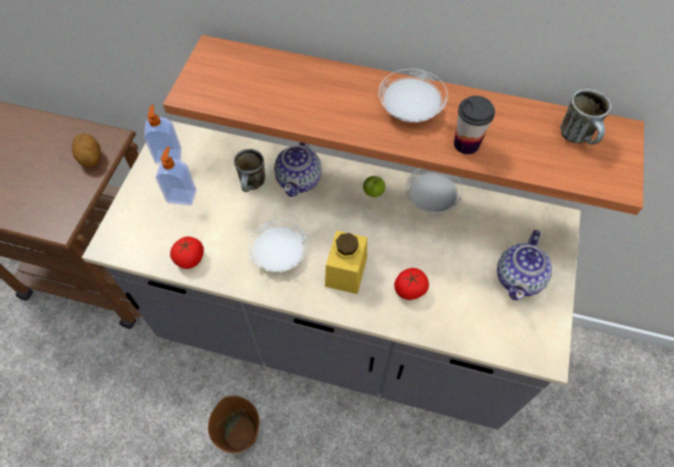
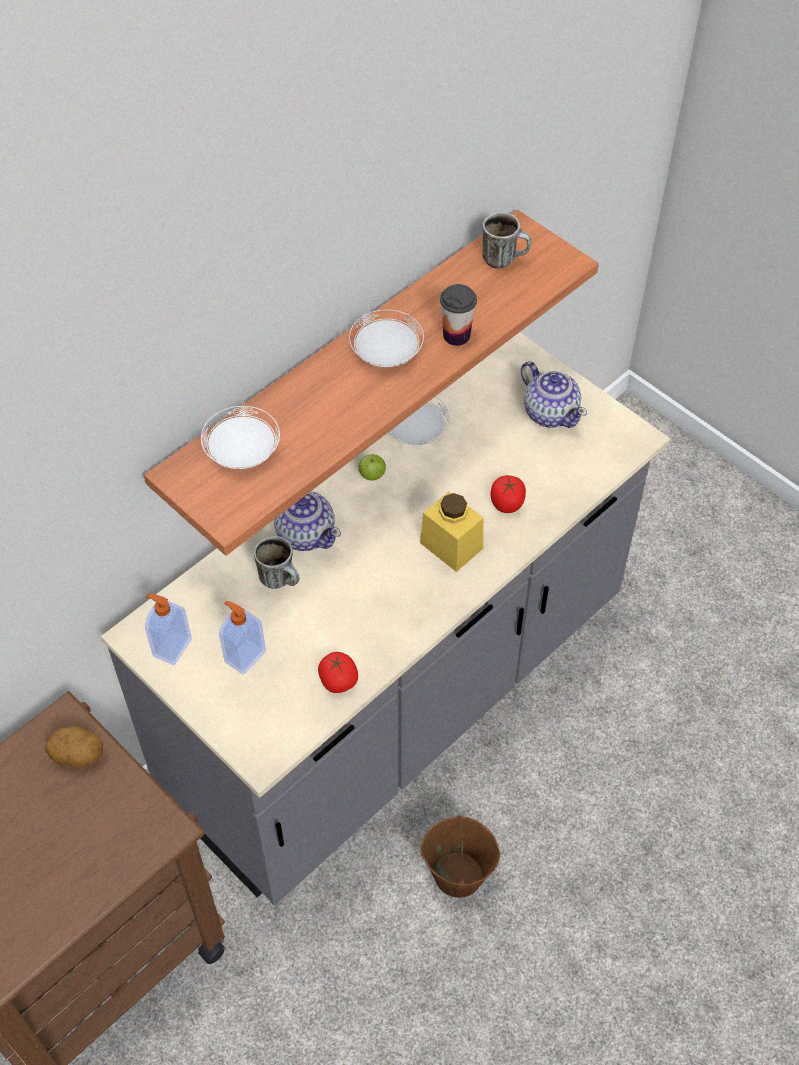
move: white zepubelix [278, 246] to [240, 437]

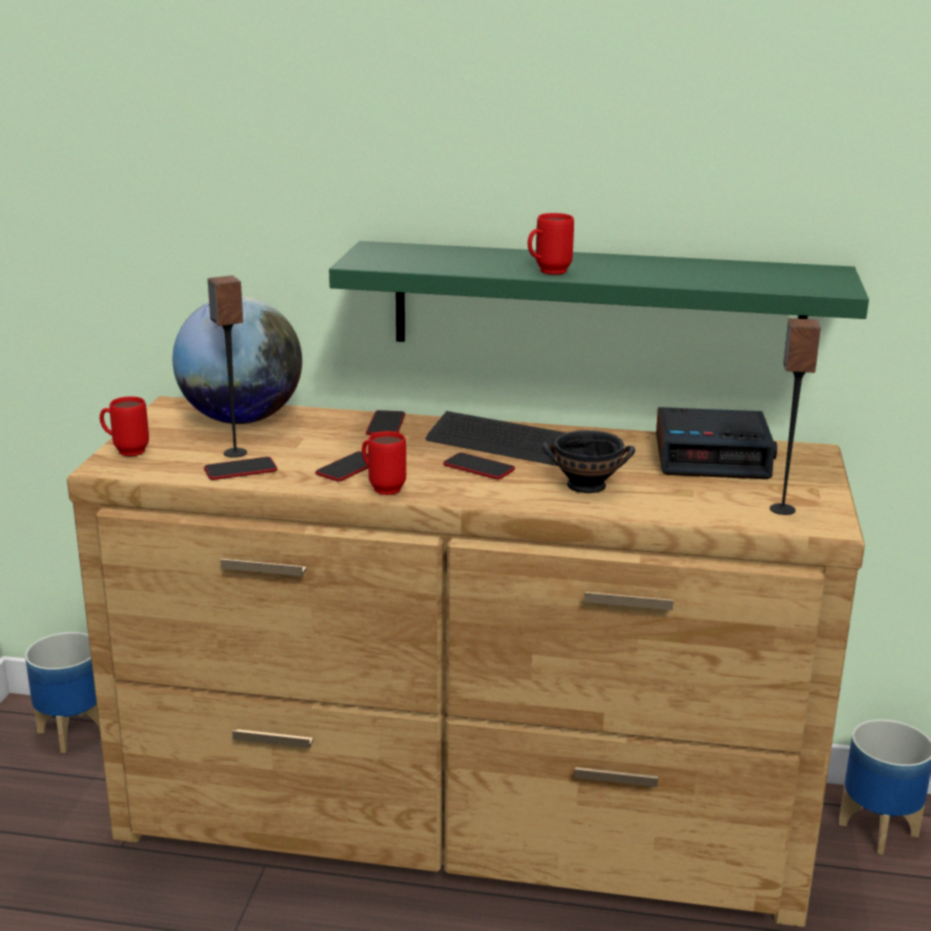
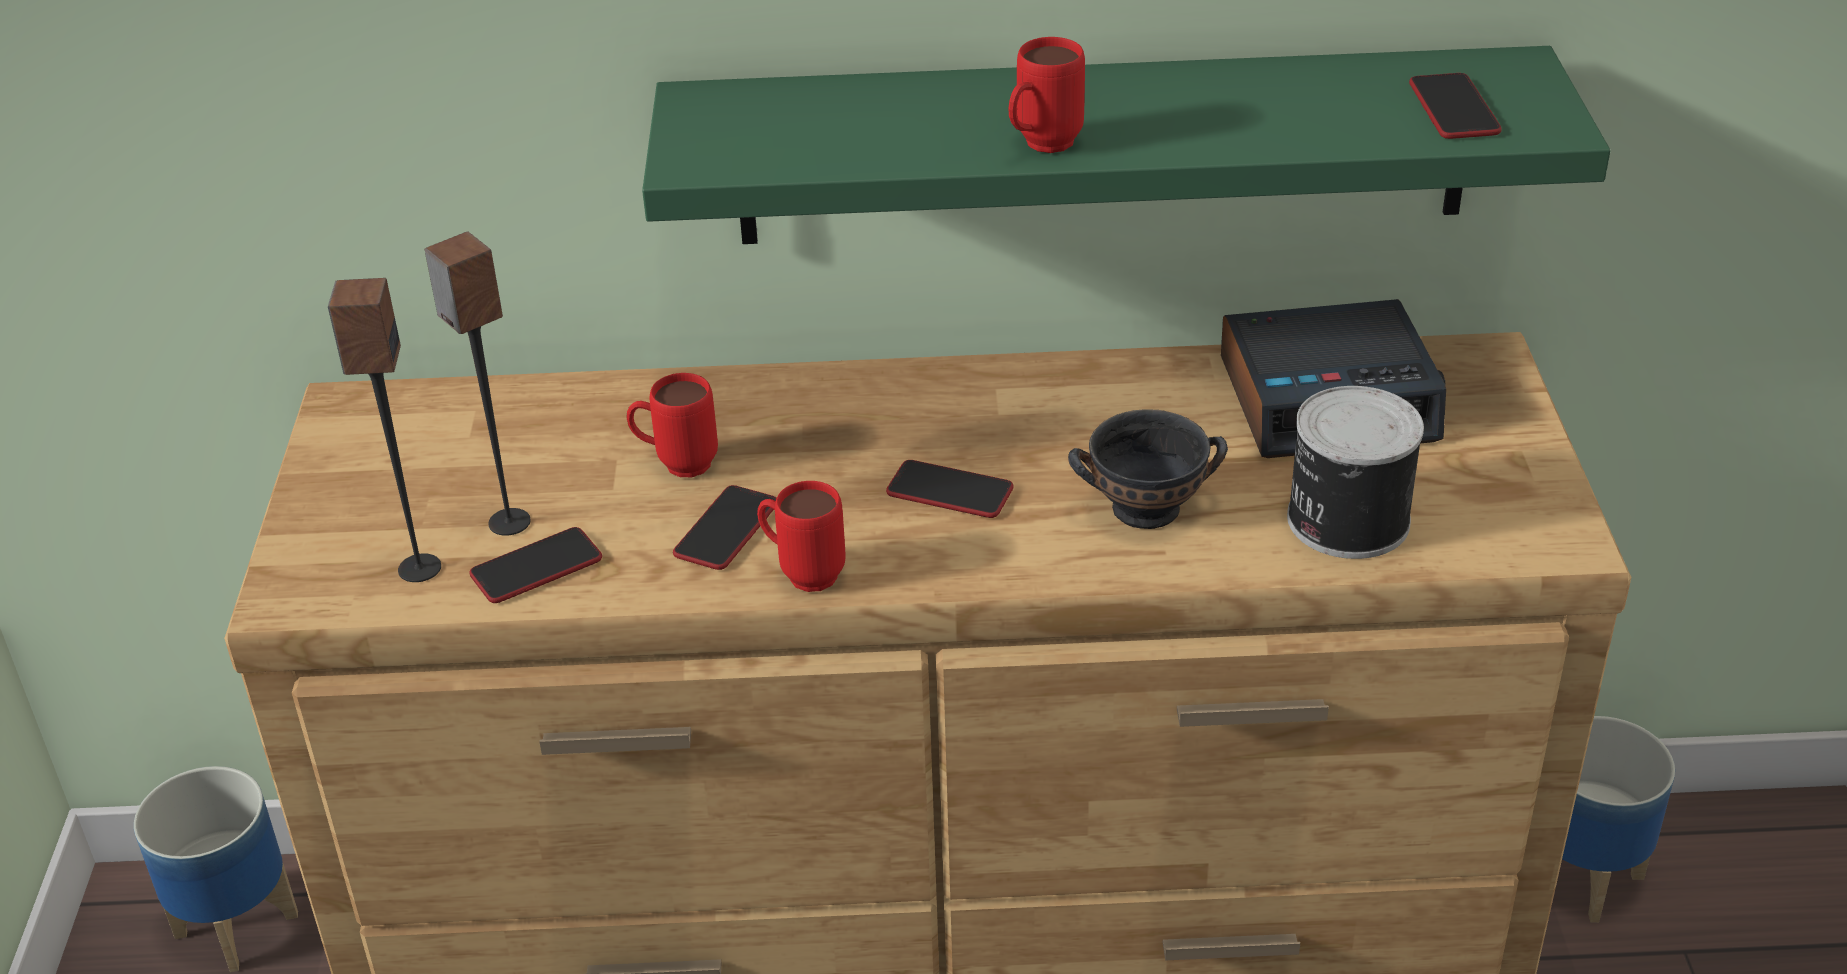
delete: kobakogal [237, 360]; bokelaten [496, 438]
insert: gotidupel [1355, 472]
move: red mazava [124, 426] to [672, 425]; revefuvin [385, 422] to [1455, 106]; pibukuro [795, 416] to [384, 430]

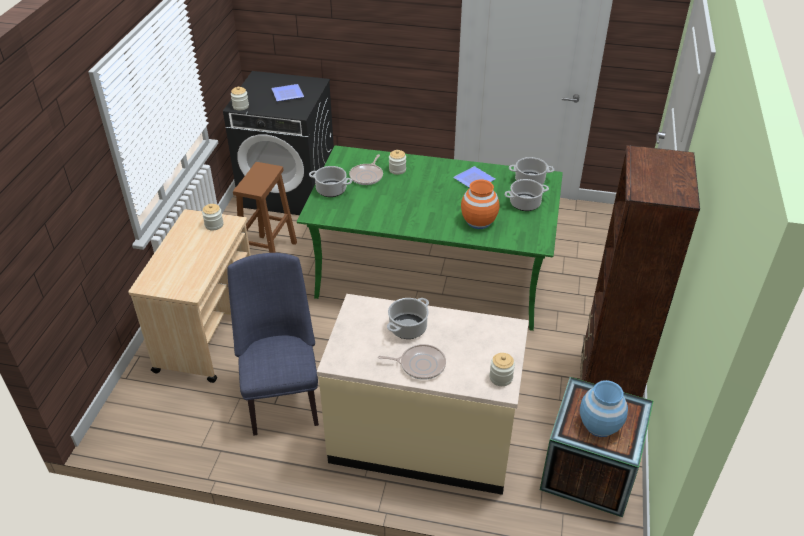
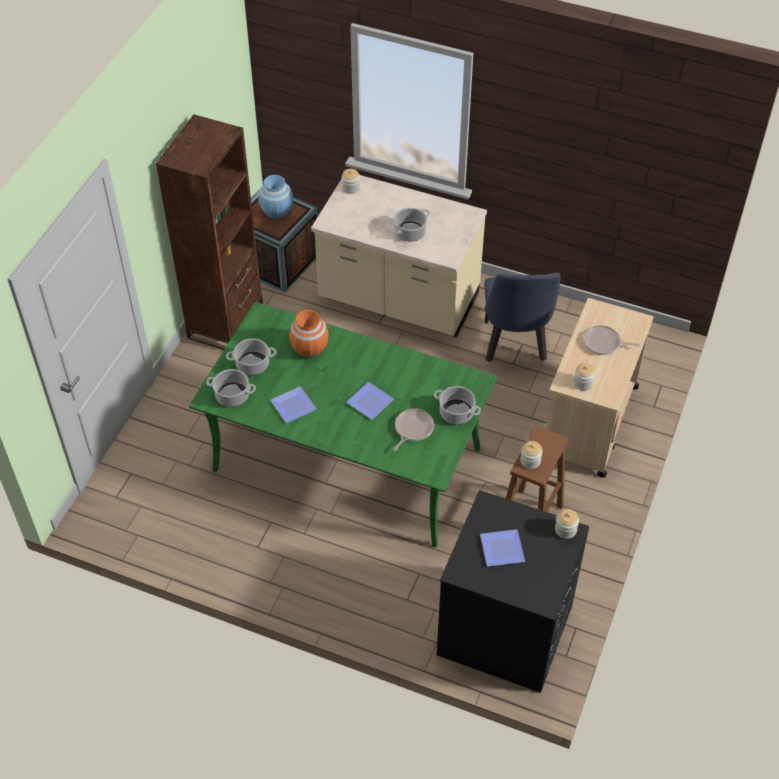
insert: zepubelix [370, 401]
move: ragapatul [412, 362] to [611, 340]; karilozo [397, 162] to [531, 455]

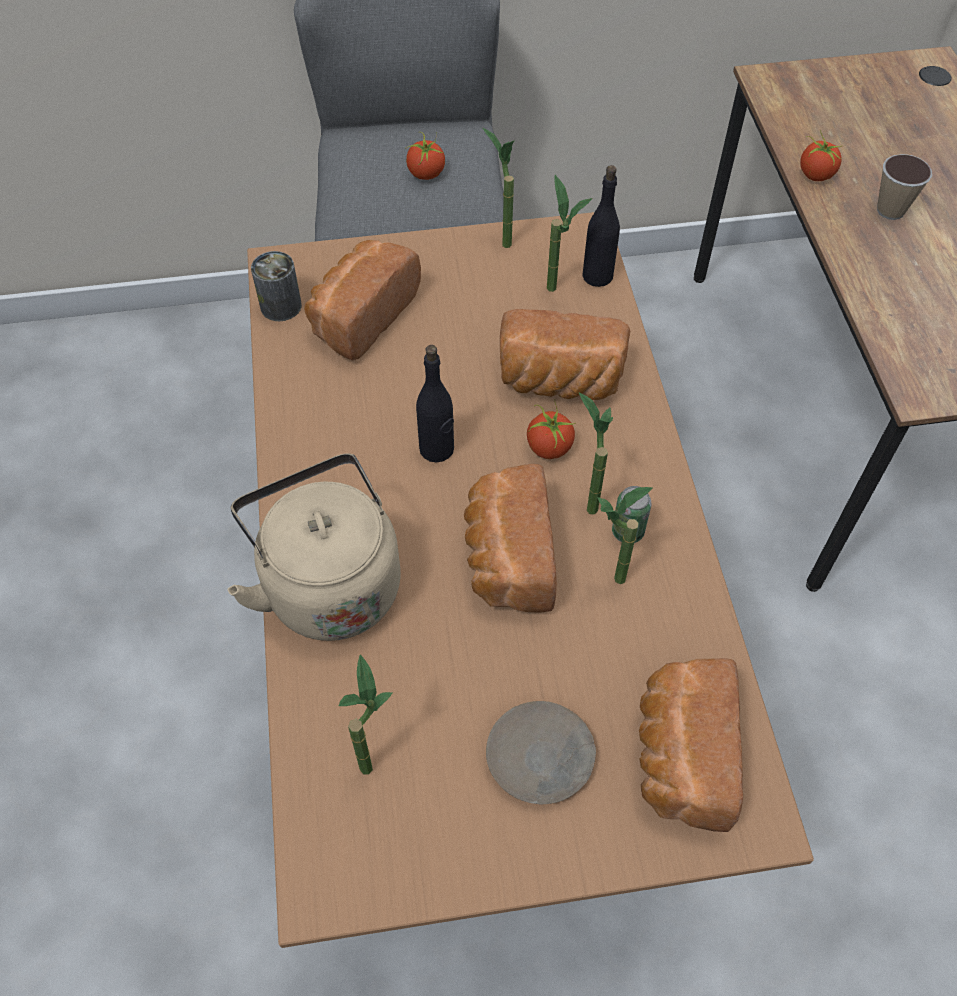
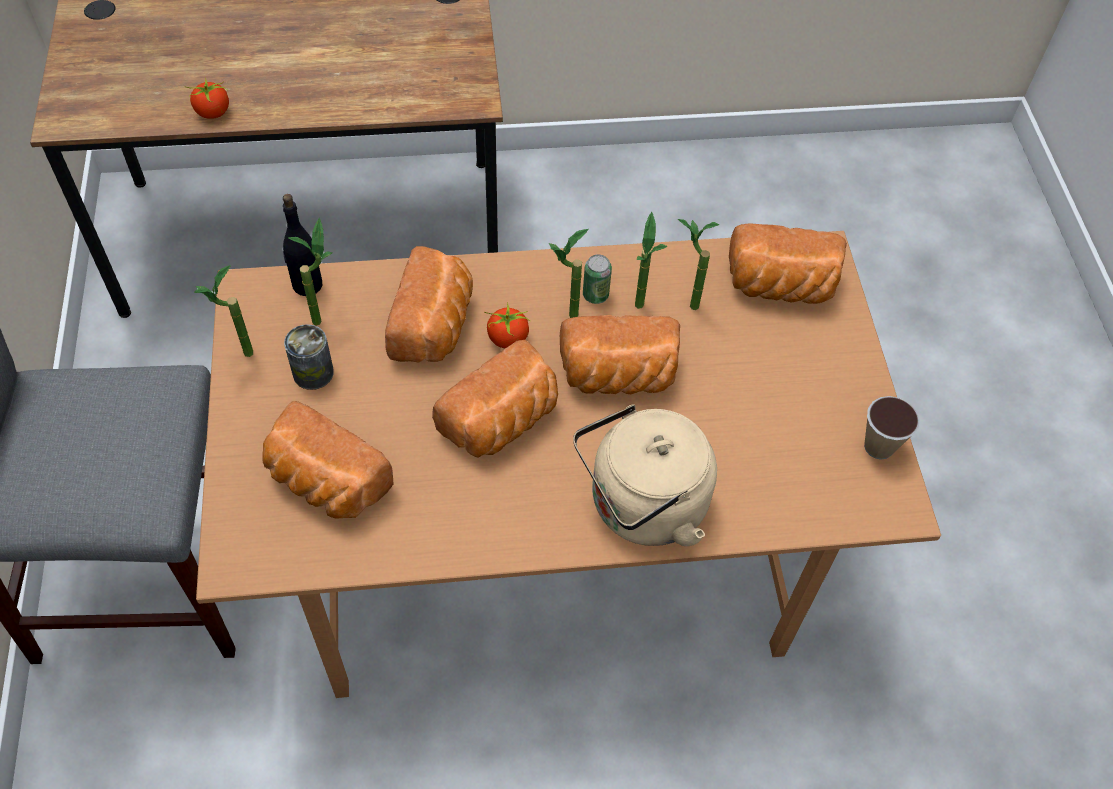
delete: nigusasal [425, 156]; beige zepubelix [541, 752]
move: gotidupel [276, 286] to [309, 357]; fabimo [365, 714] to [699, 264]; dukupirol [904, 187] to [891, 428]
replace: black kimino [435, 404] to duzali [495, 399]

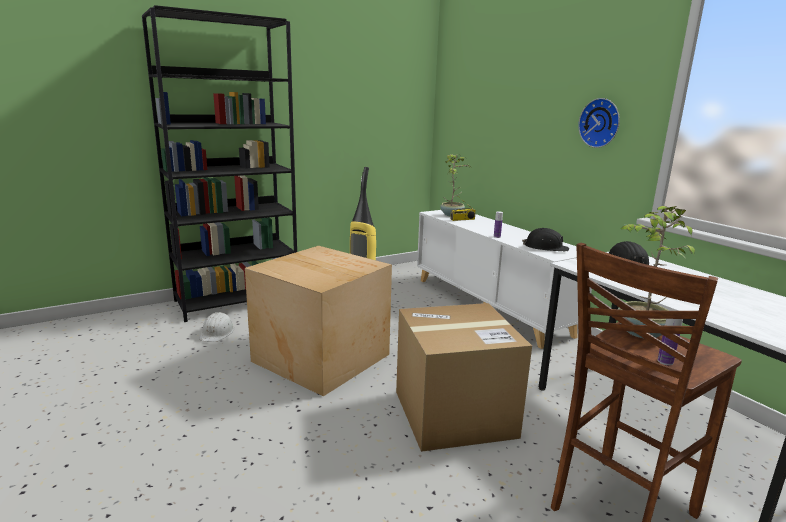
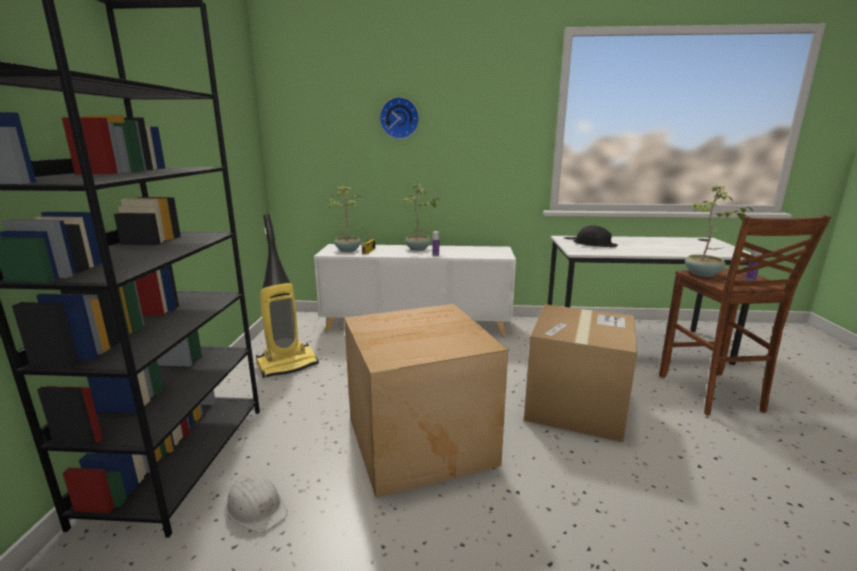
delete: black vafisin [545, 240]
insert: fabimo [420, 217]
move: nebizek [599, 123] to [399, 118]

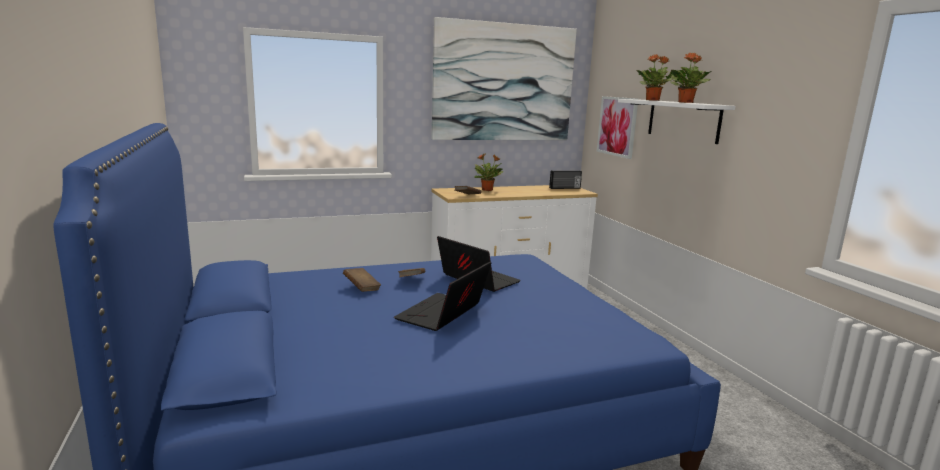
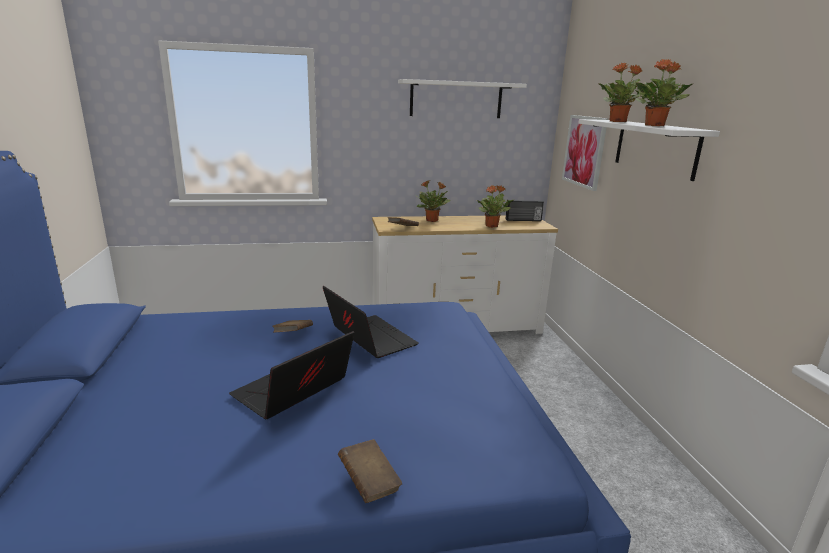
insert: fabimo [495, 206]
move: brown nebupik [362, 280] to [370, 471]
replace: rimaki [504, 78] to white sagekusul [462, 98]

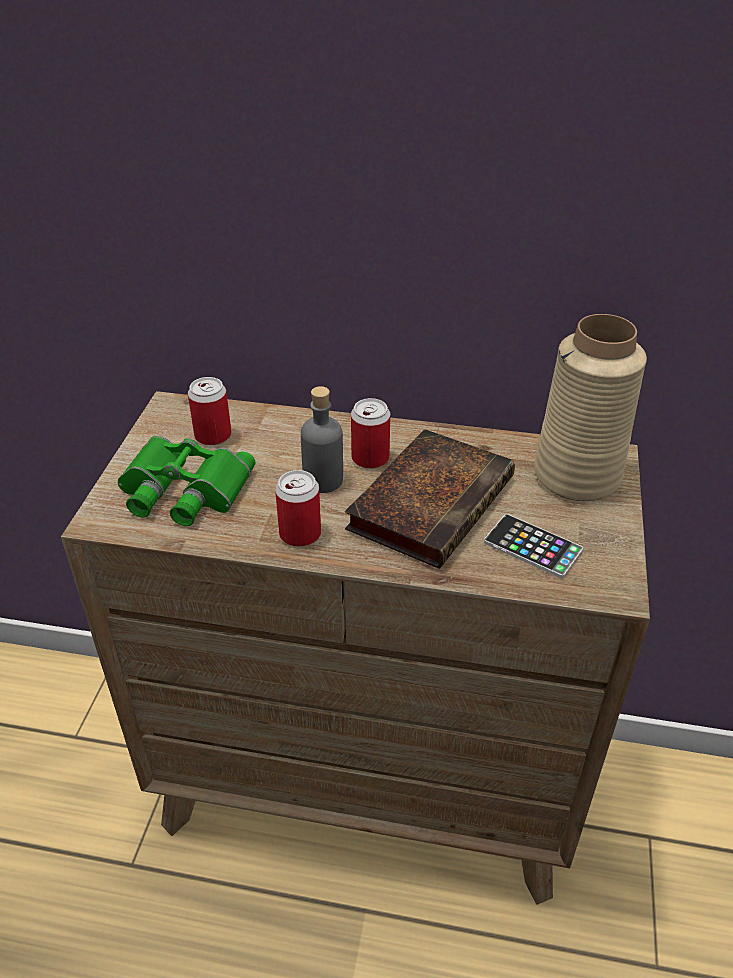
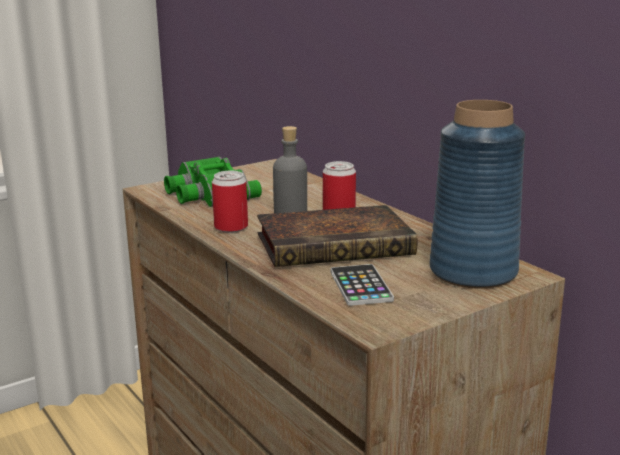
delete: gotidupel [209, 411]
recolor: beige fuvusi [590, 407] to blue fuvusi [477, 194]

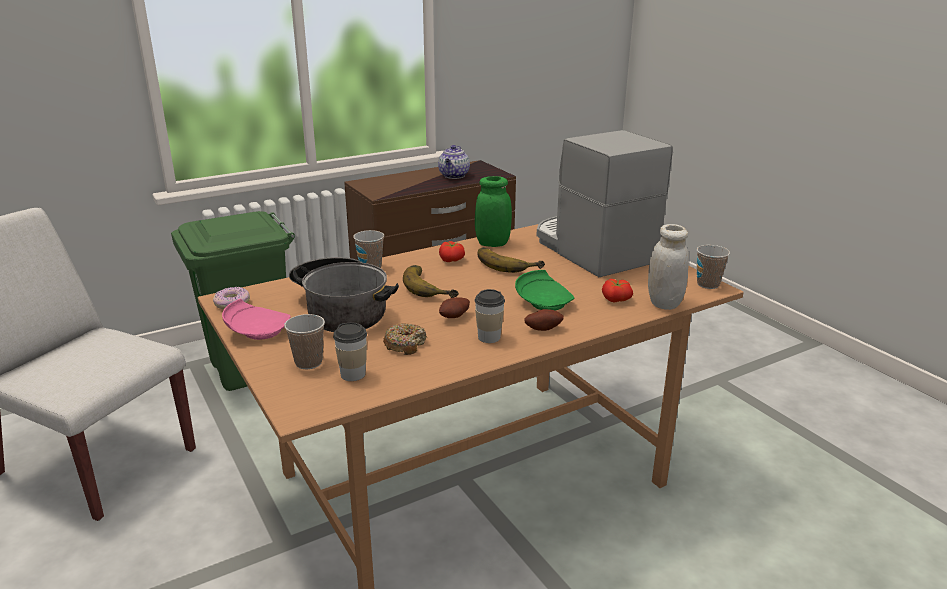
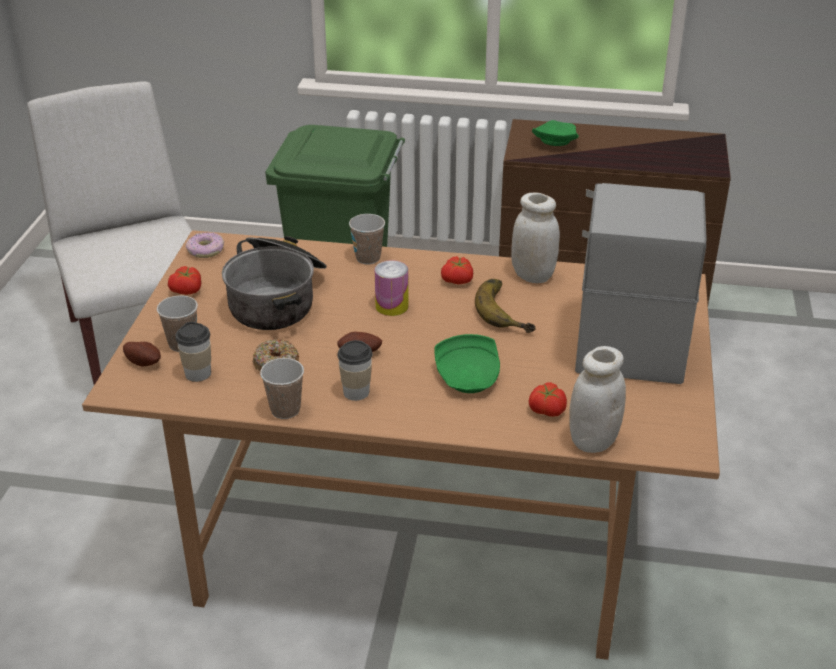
delete: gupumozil [454, 162]
insert: green zepubelix [555, 133]
move: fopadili [544, 320] to [142, 354]; dukupirol [713, 267] to [282, 388]
replace: pink zepubelix [256, 319] to nigusasal [184, 280]; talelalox [431, 281] to gotidupel [392, 288]
recolor: green karilozo [493, 211] to white karilozo [535, 238]

